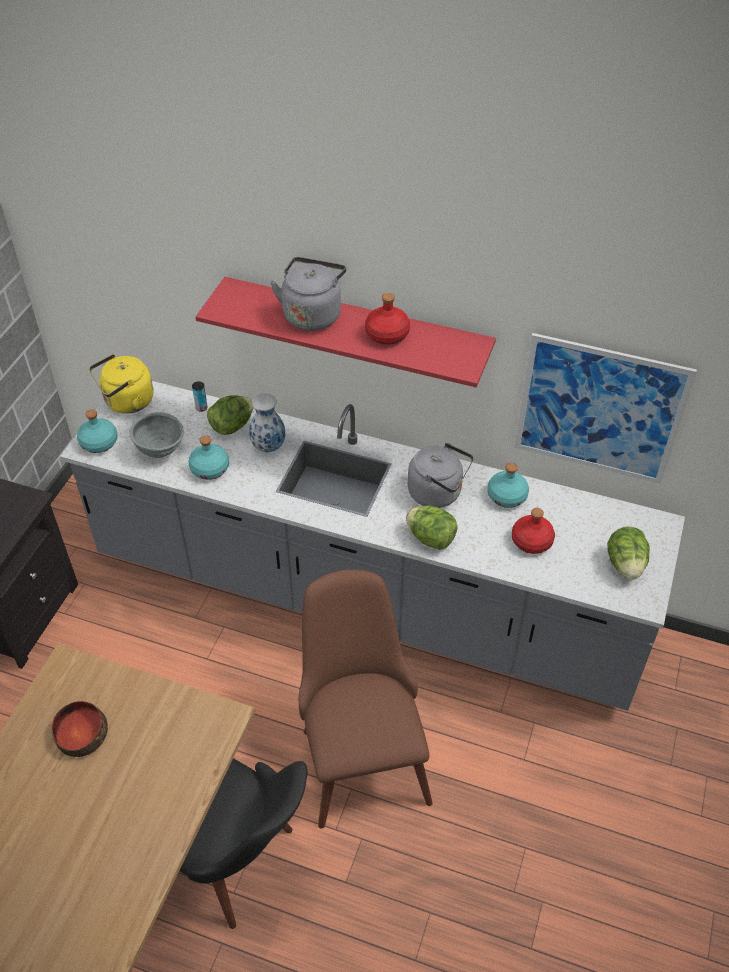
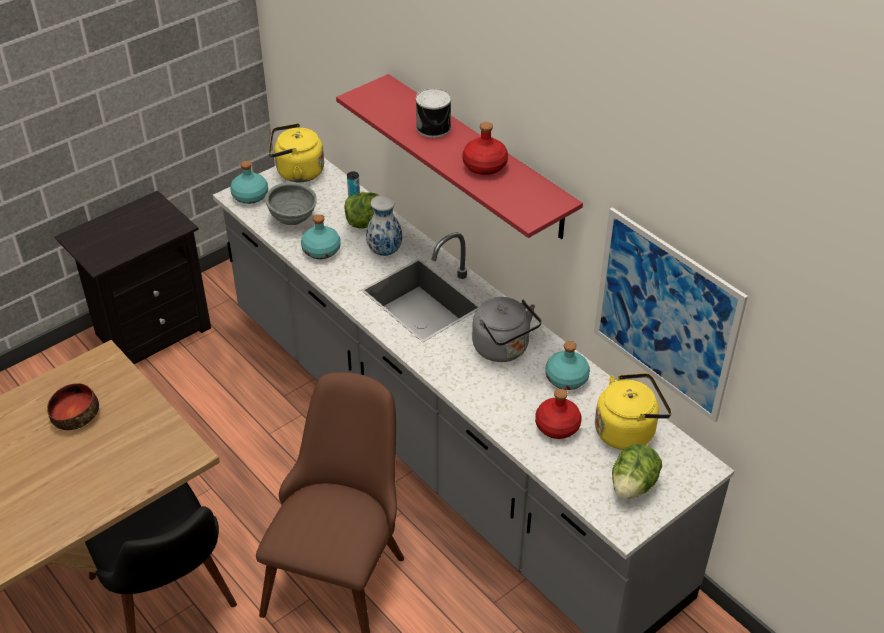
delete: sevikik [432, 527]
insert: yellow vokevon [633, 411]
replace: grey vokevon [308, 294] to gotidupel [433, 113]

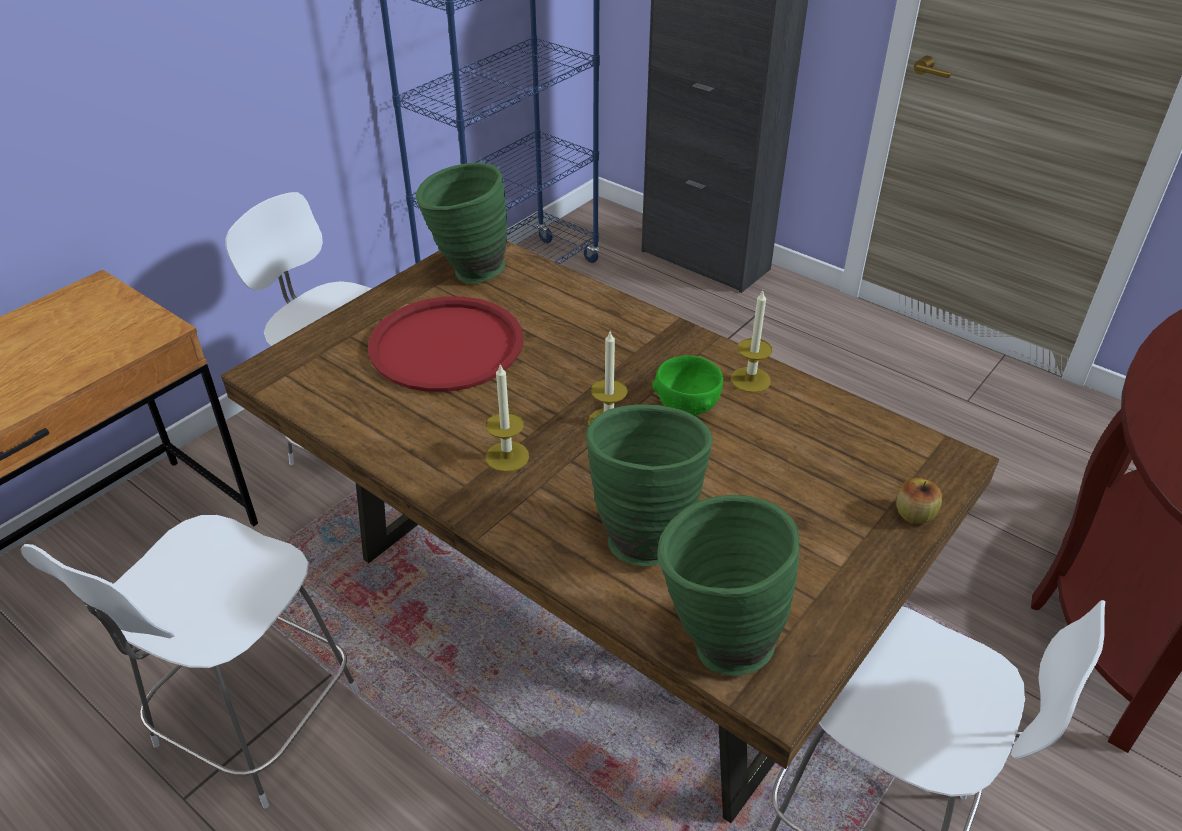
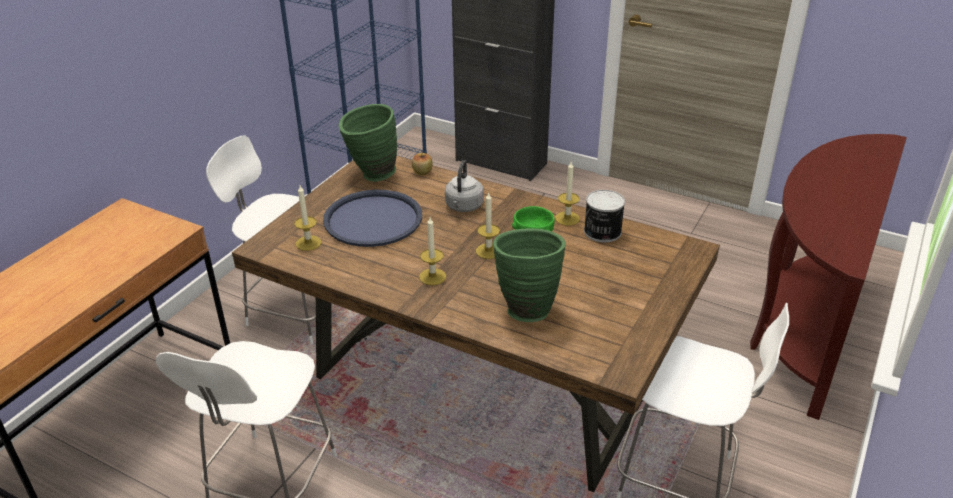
delete: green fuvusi [728, 585]
insert: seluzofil [307, 218]; grey vokevon [464, 186]; gotidupel [604, 216]
move: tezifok [919, 501] to [422, 163]
recolor: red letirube [445, 344] to blue letirube [372, 218]

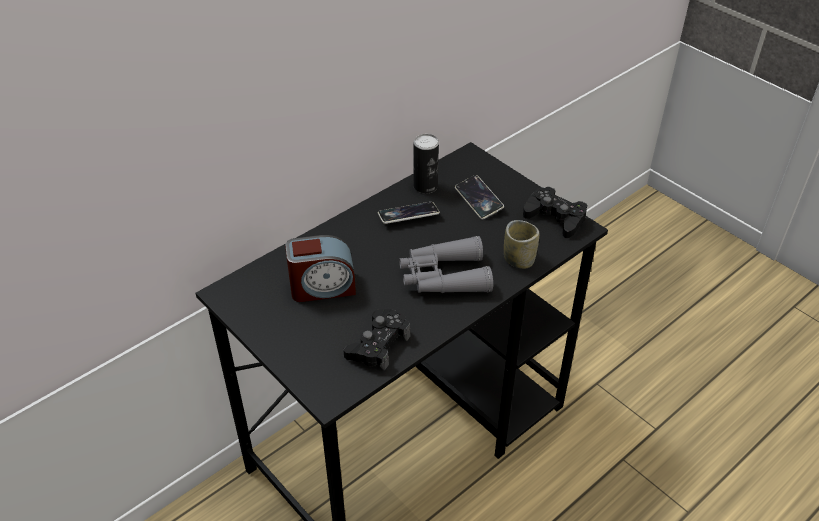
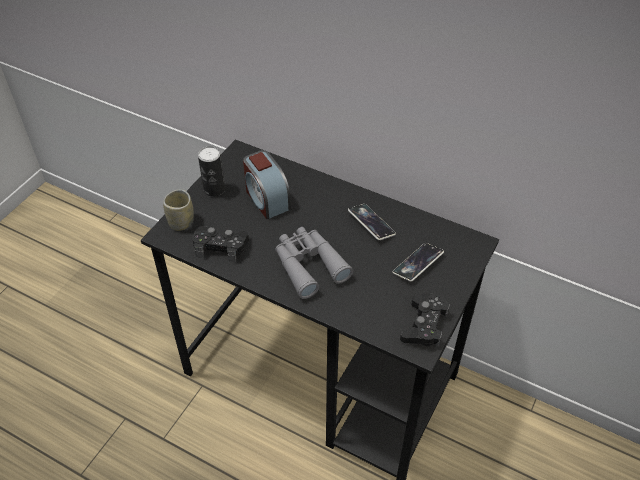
move: gotidupel [426, 164] to [211, 171]; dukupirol [521, 244] to [178, 210]

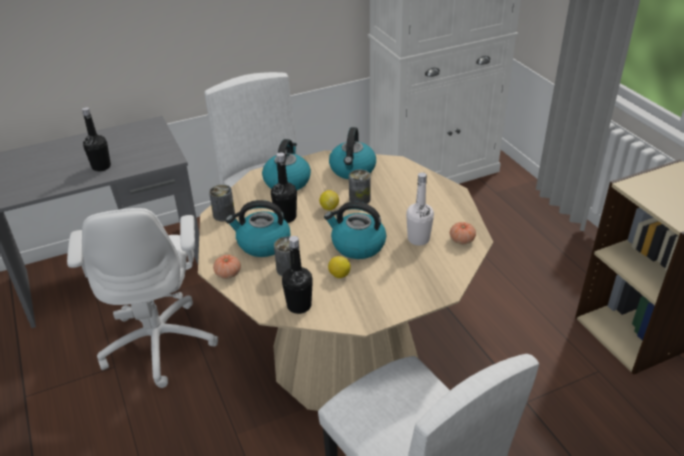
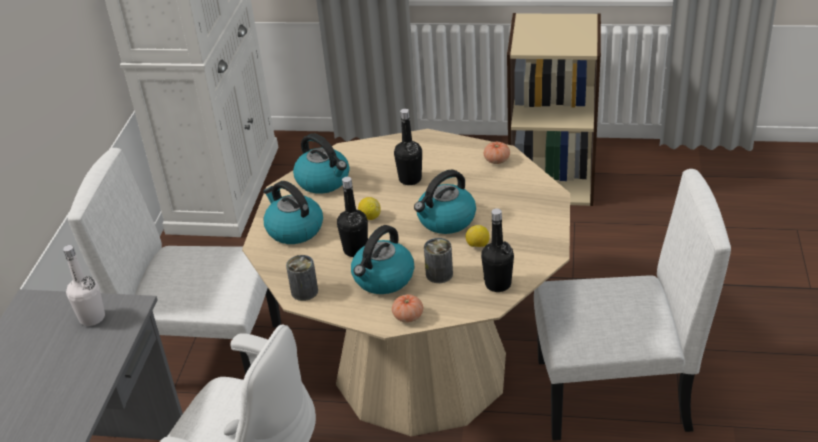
delete: gotidupel [360, 187]
move: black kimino [96, 139] to [408, 147]; white kimino [420, 209] to [84, 285]

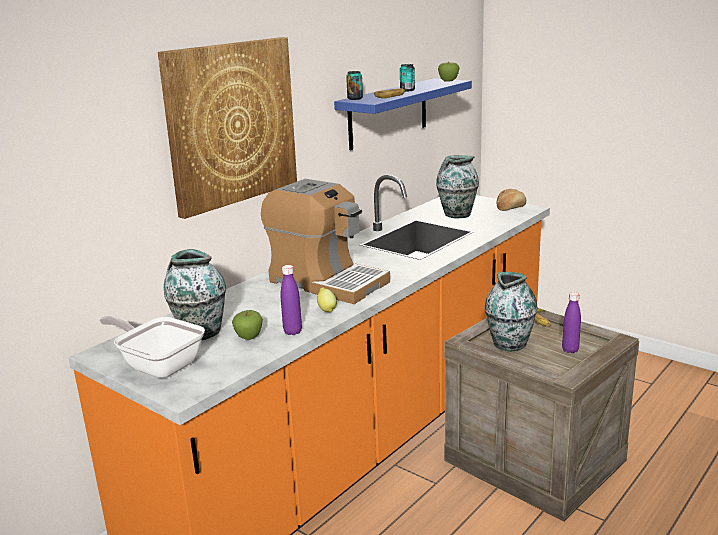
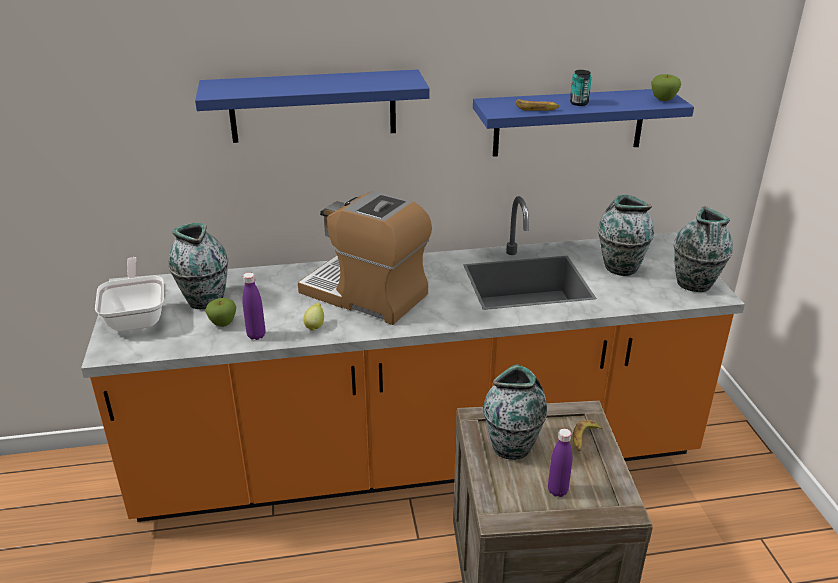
delete: gotidupel [354, 85]
replace: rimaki [227, 128] to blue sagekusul [312, 106]; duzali [511, 200] to fuvusi [703, 249]
rotate: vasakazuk [325, 241] = [365, 258] 135 degrees clockwise

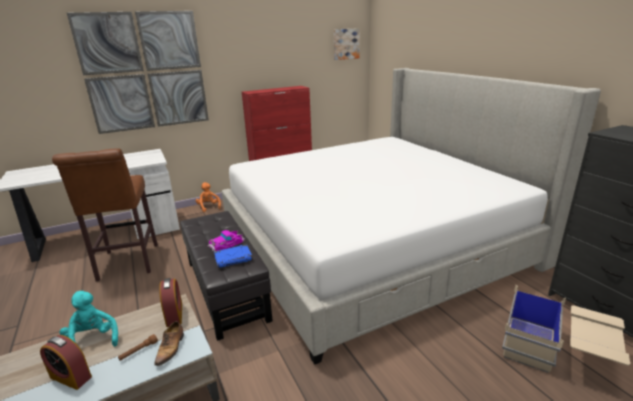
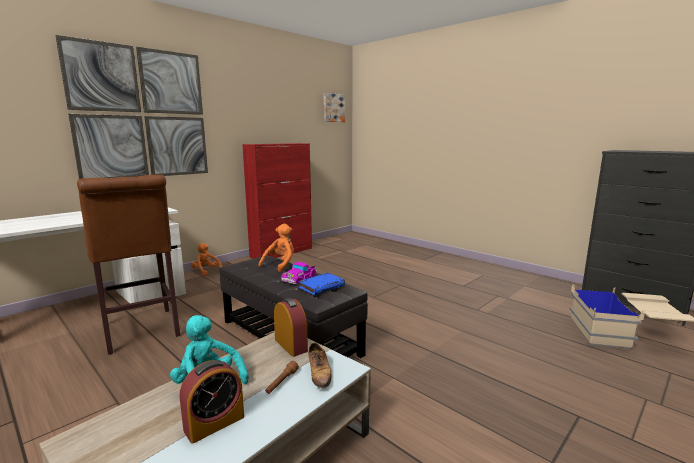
delete: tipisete [411, 216]
insert: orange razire [276, 248]
rotate: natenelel [66, 362] = [211, 402] 45 degrees counterclockwise

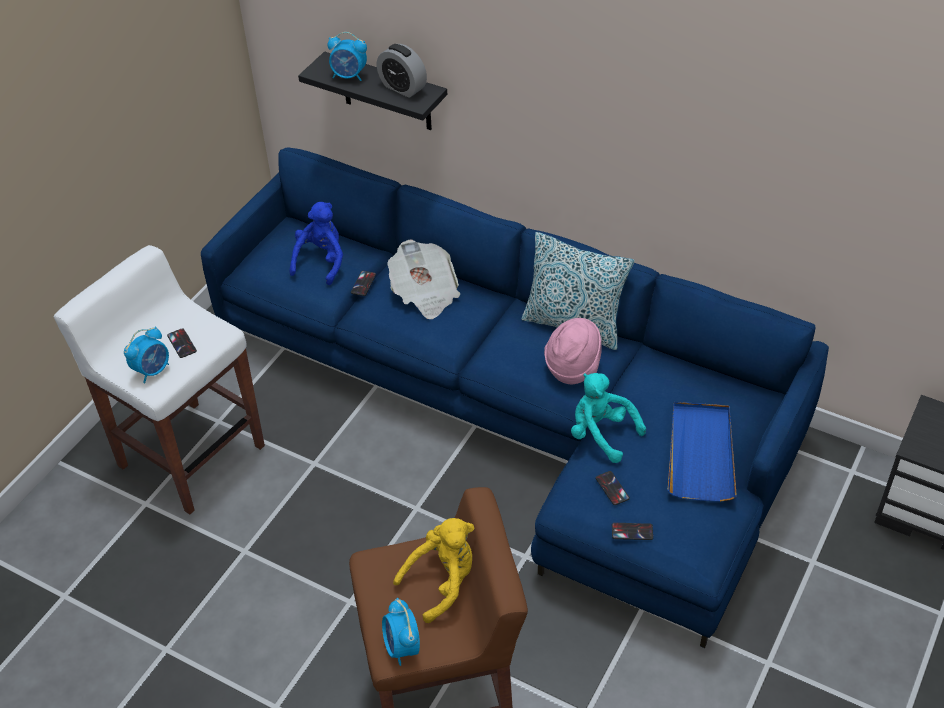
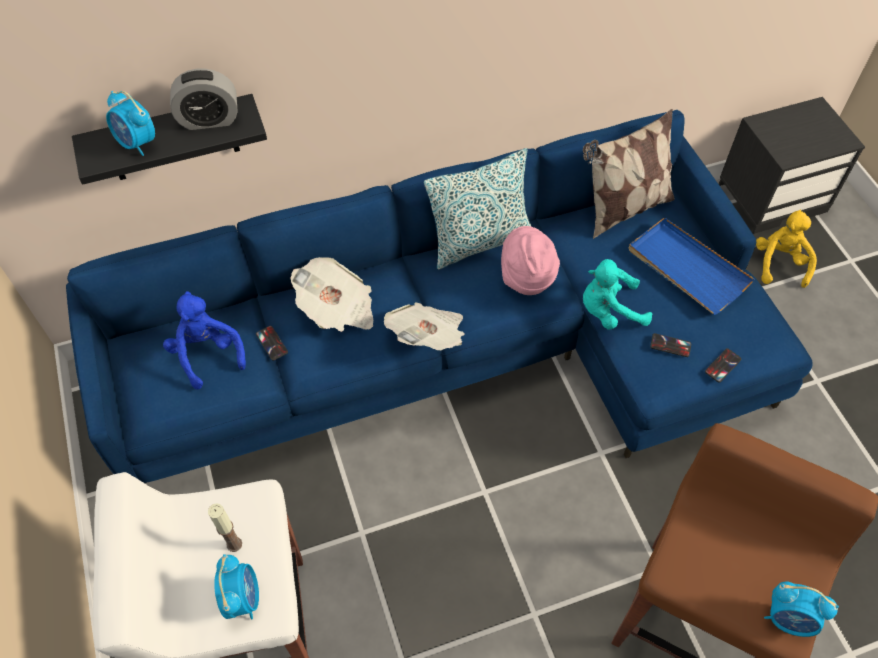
insert: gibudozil [424, 326]; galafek [629, 174]
move: yellow razire [433, 570] to [786, 249]
replace: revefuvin [182, 343] to seluzofil [225, 527]
rotate: natenelel [347, 56] = [130, 123] 75 degrees clockwise

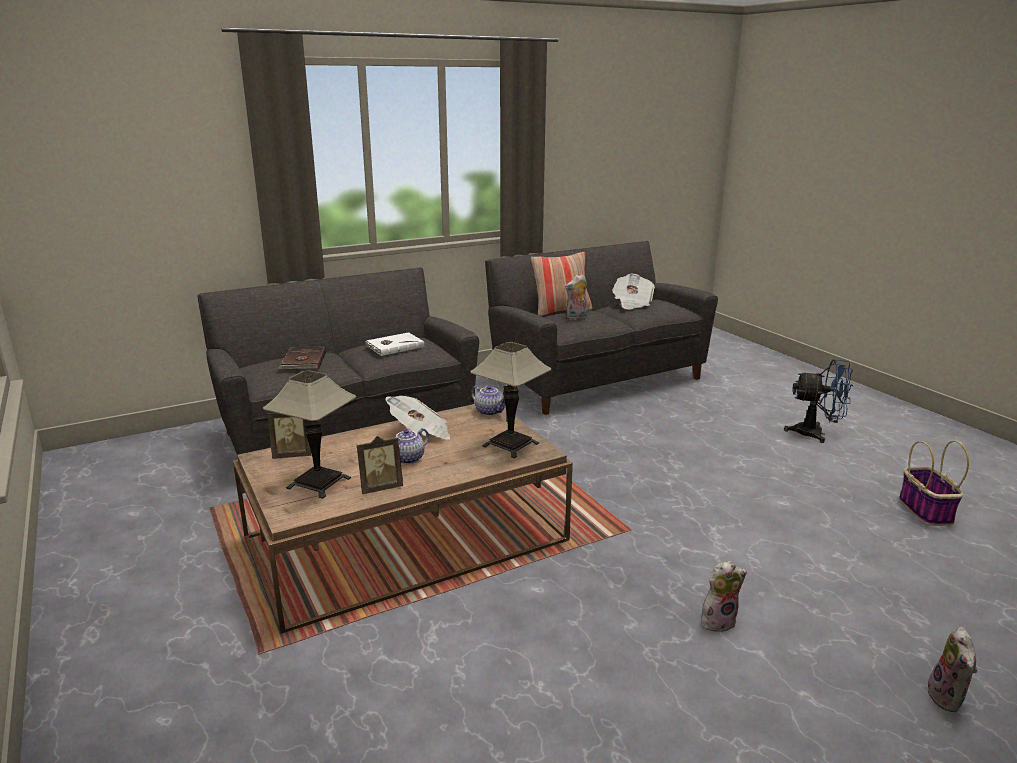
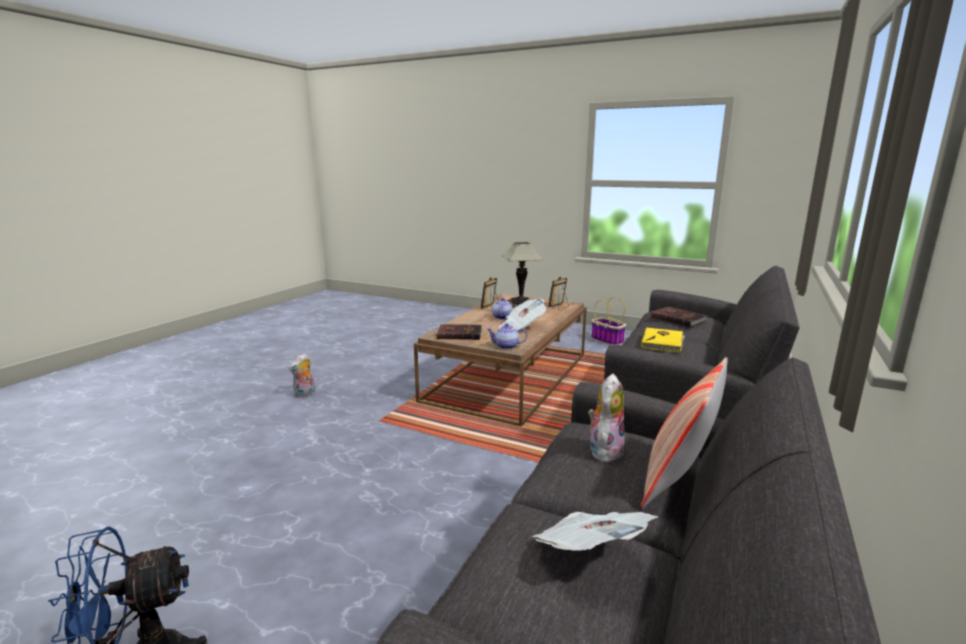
delete: razire [952, 669]
move: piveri [934, 483] to [608, 321]
replace: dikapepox [511, 400] to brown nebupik [458, 332]
recolor: white nebupik [394, 344] to yellow nebupik [663, 340]

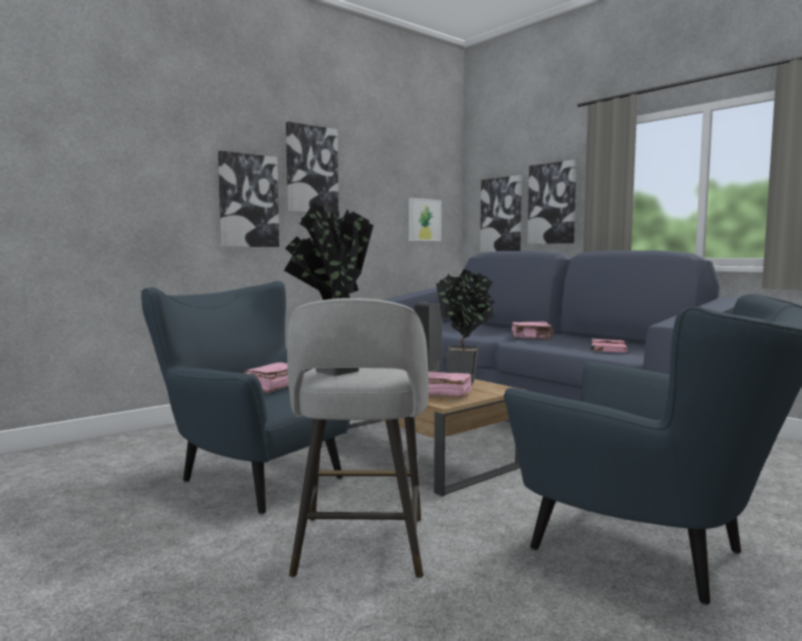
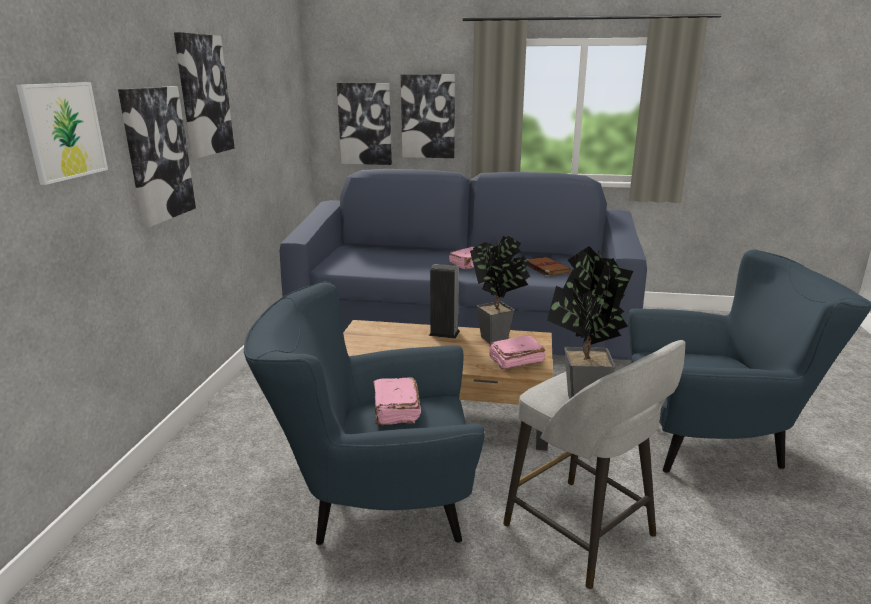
move: rimaki [425, 219] to [62, 133]
recolor: pink nebupik [609, 345] to brown nebupik [549, 267]

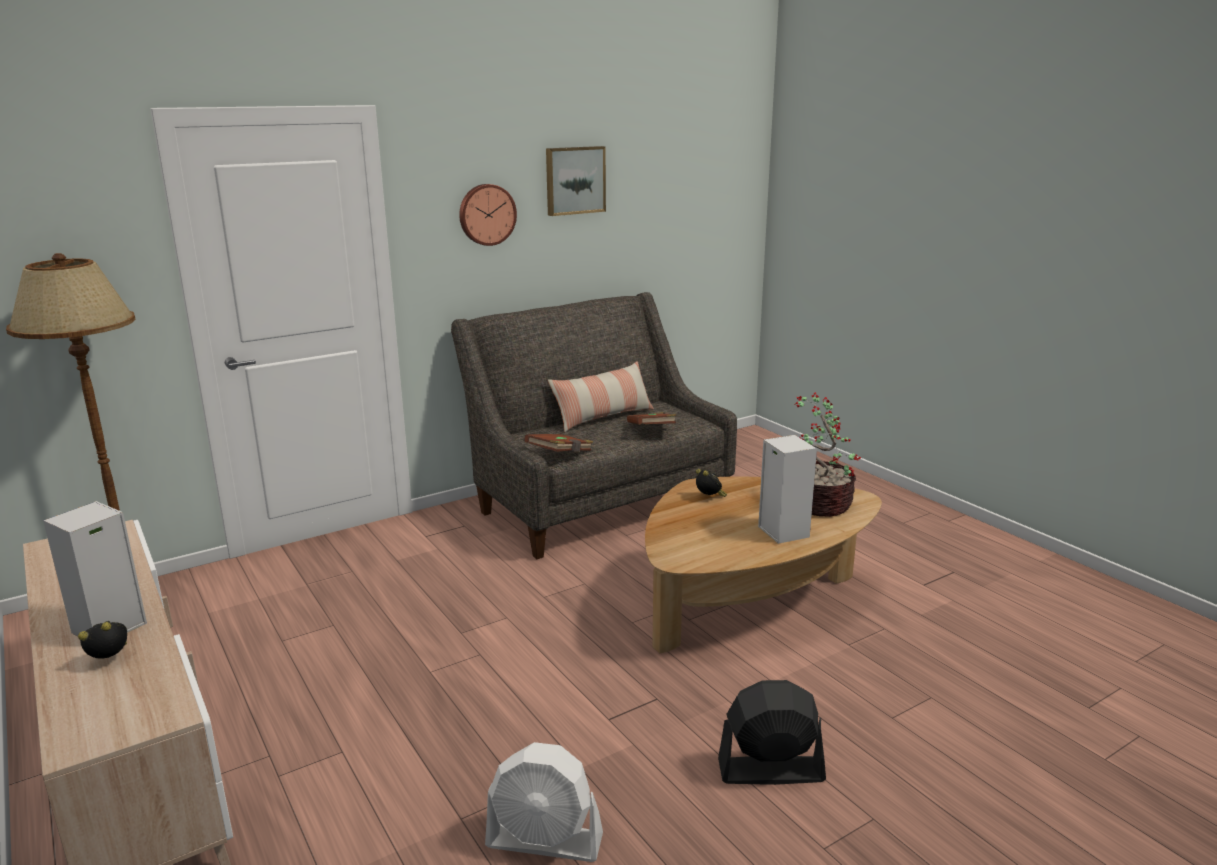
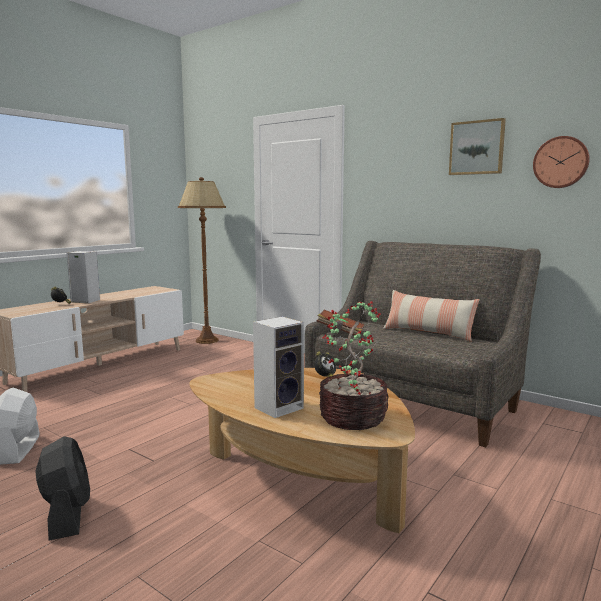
delete: brown nebupik [651, 418]
move: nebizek [488, 215] to [561, 162]

